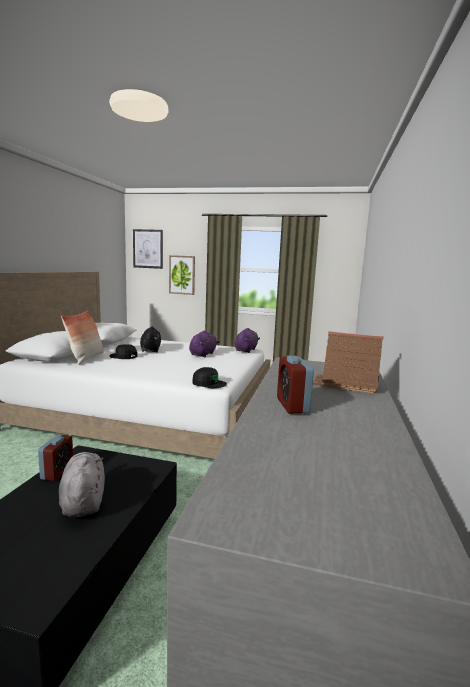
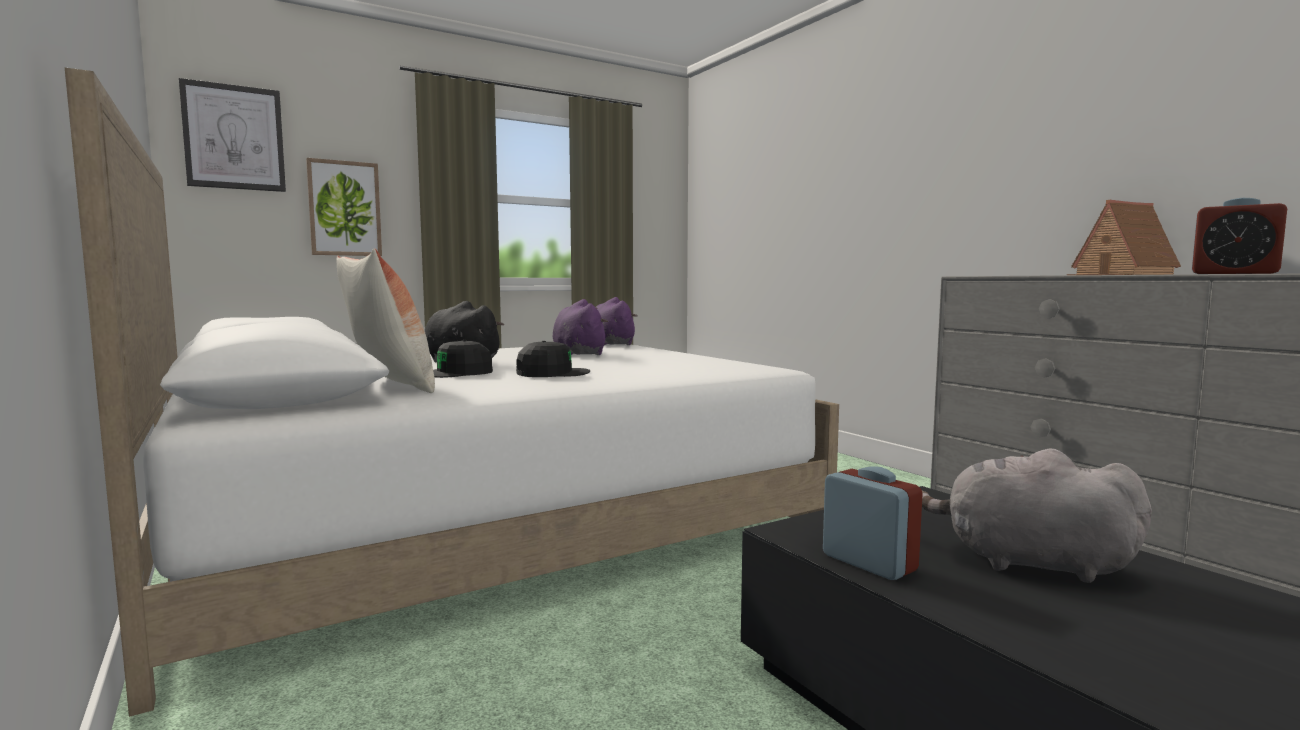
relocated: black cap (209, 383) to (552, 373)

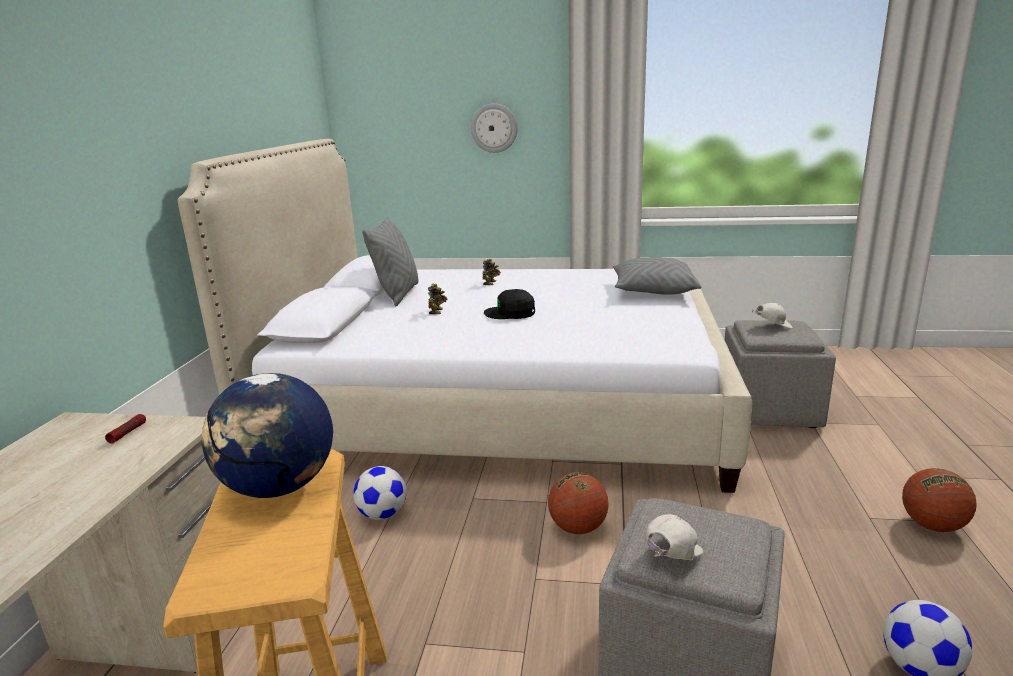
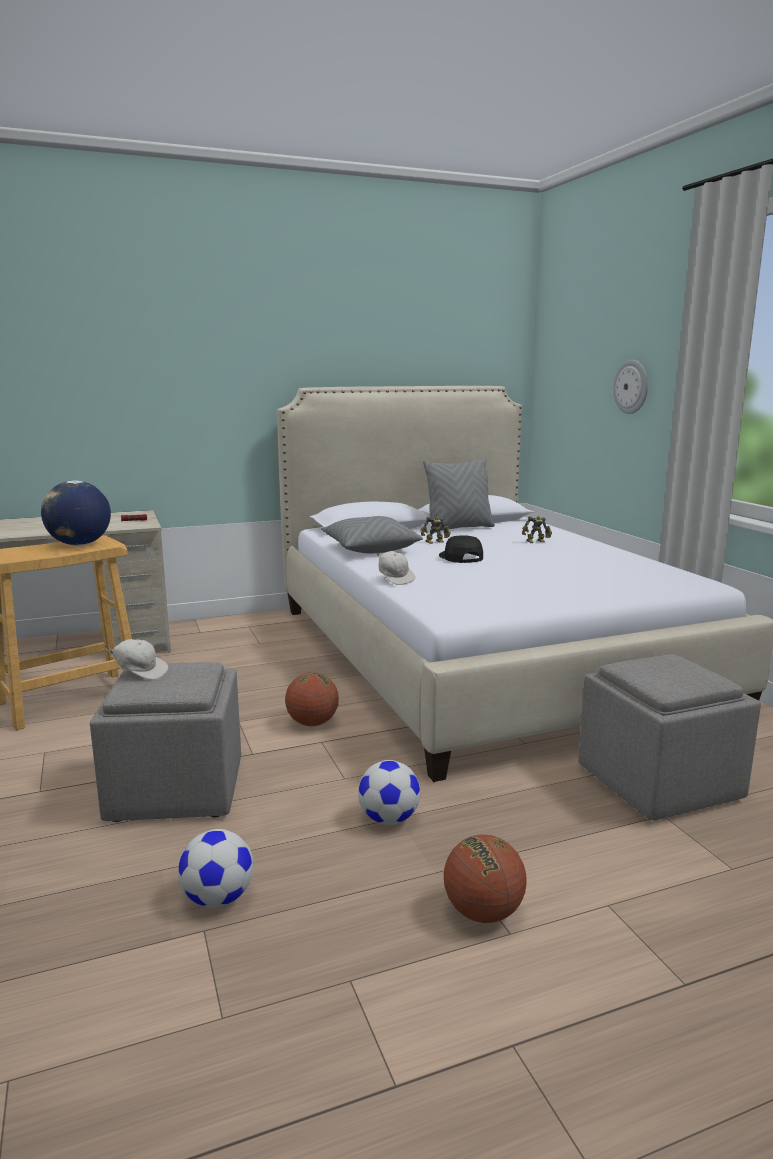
relocated: grey pillow (653, 291) to (369, 549); football (382, 514) to (389, 819); white cap (772, 326) to (395, 579)

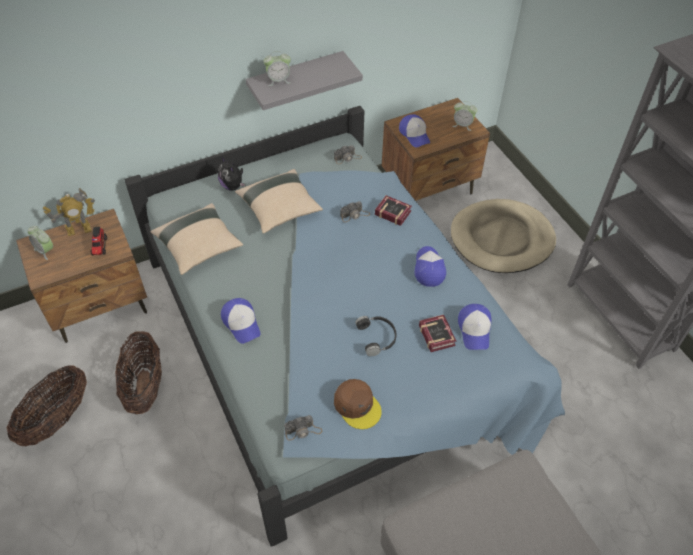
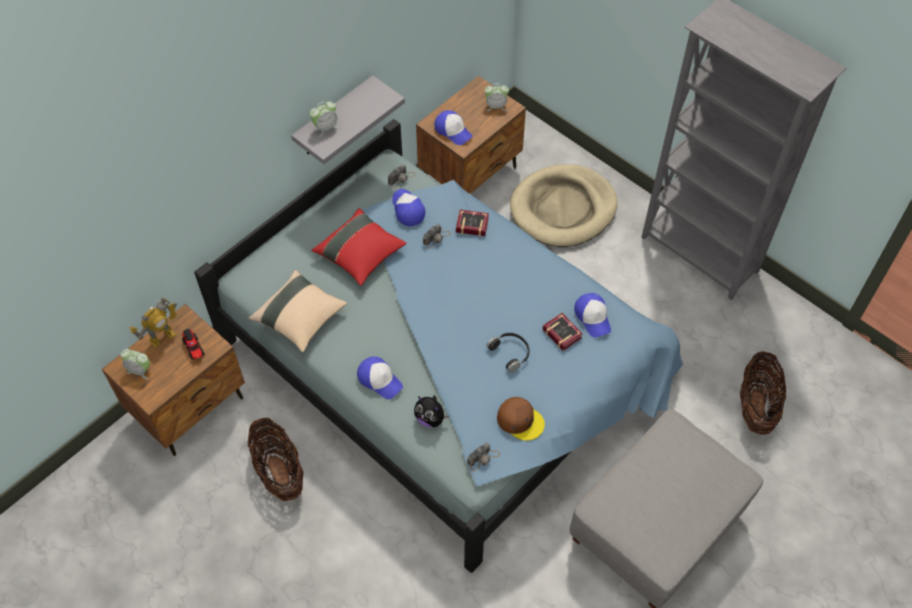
relocated: cap (428, 268) to (407, 209); plush toy (233, 186) to (430, 418); basket (57, 419) to (756, 406)
colour: beige pillow (279, 210) to red pillow (360, 255)

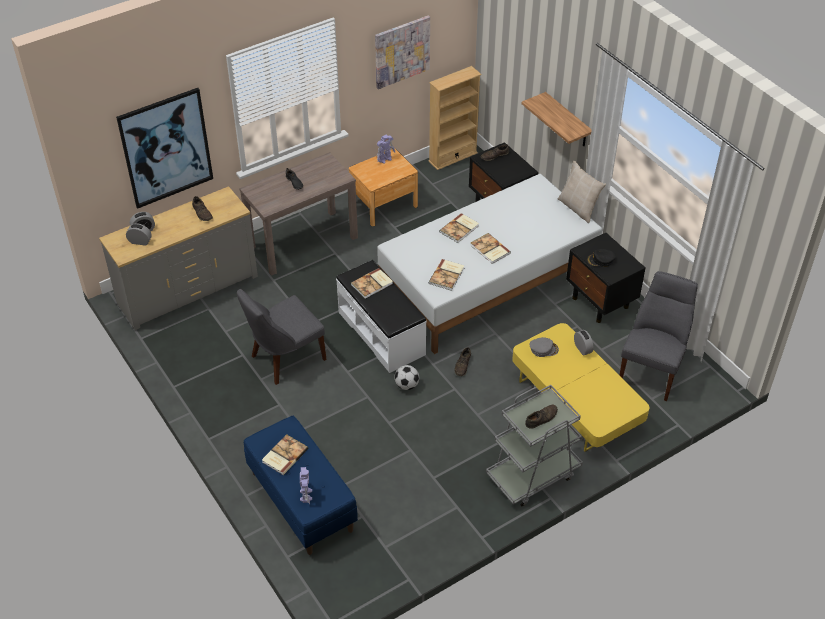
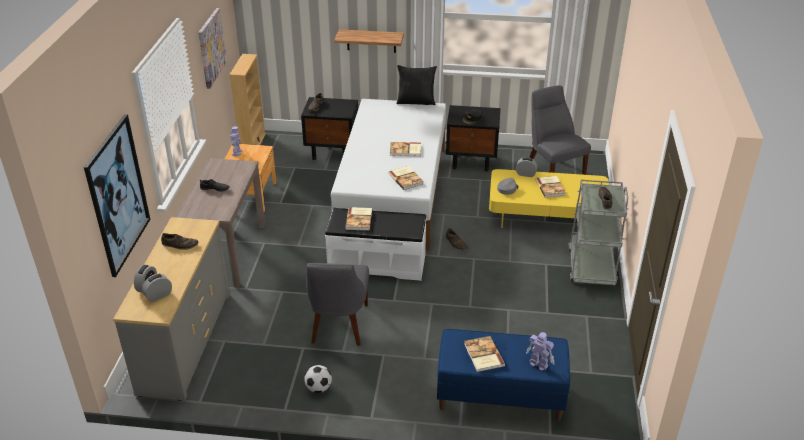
relocated: football (407, 385) to (319, 388); book (460, 229) to (551, 187)
colour: beige pillow (578, 208) to black pillow (416, 101)

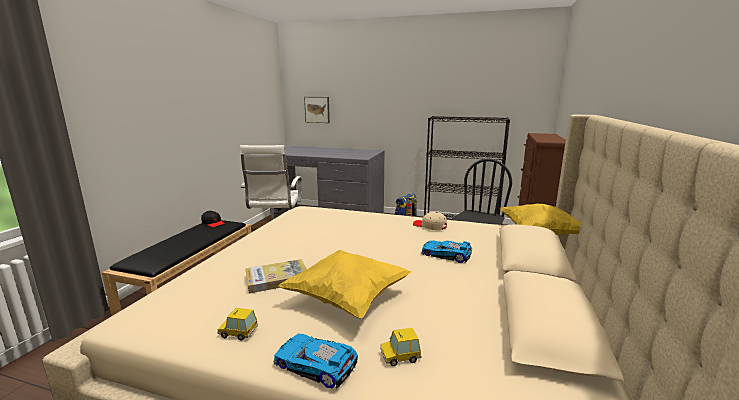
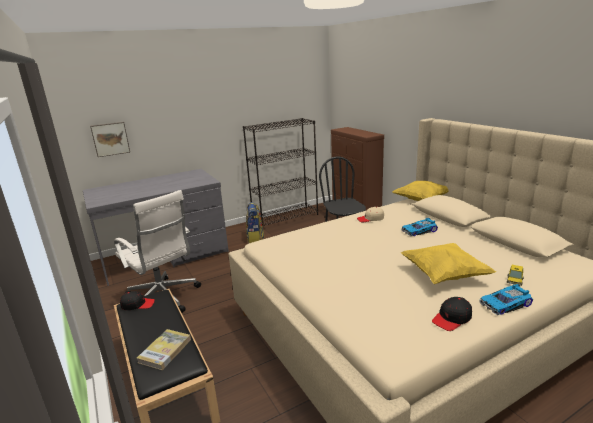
relocated: book (277, 278) to (165, 351)
exchanged: toy car (238, 332) to black cap (452, 319)

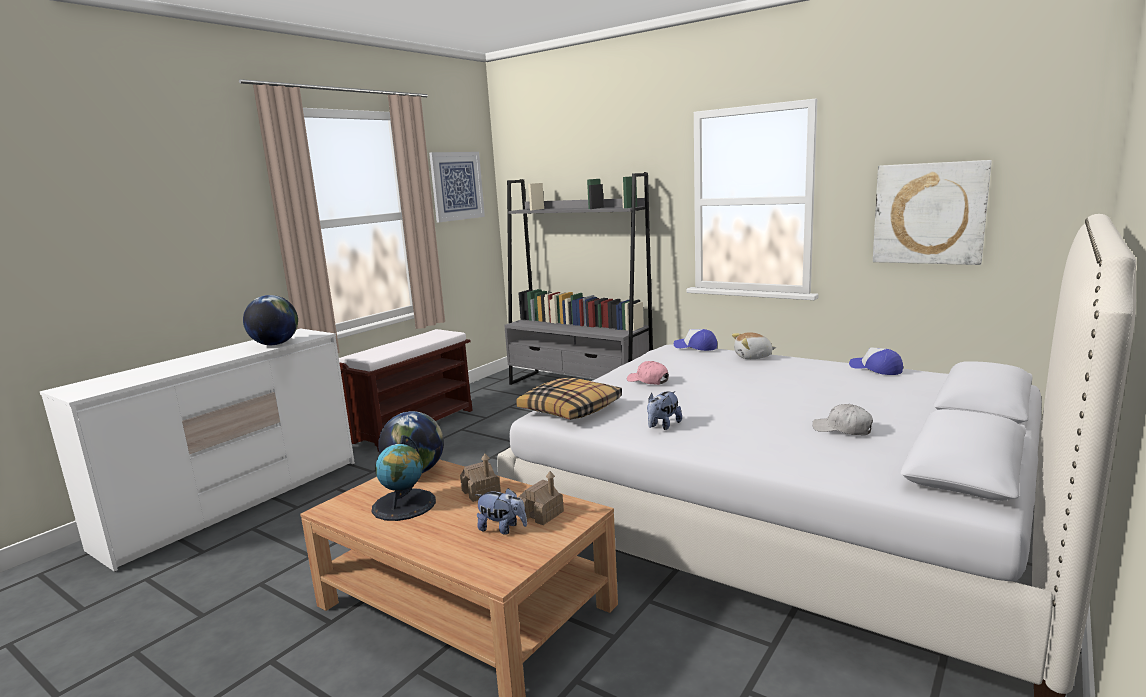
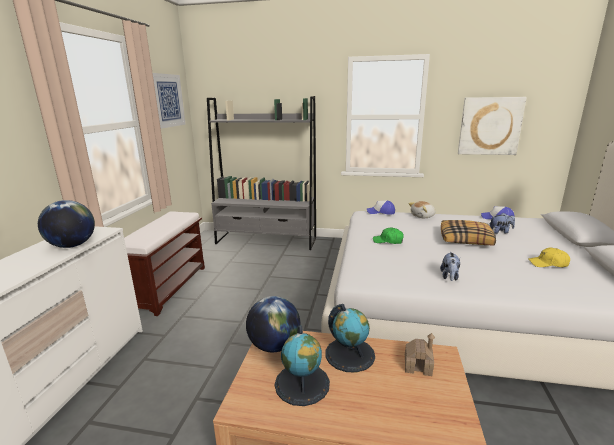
relocated: pillow (571, 410) to (466, 239); plush toy (502, 529) to (500, 232)
exchanged: toy house (481, 492) to globe (350, 354)
colour: pink cap (648, 381) to green cap (388, 241); white cap (842, 429) to yellow cap (548, 264)

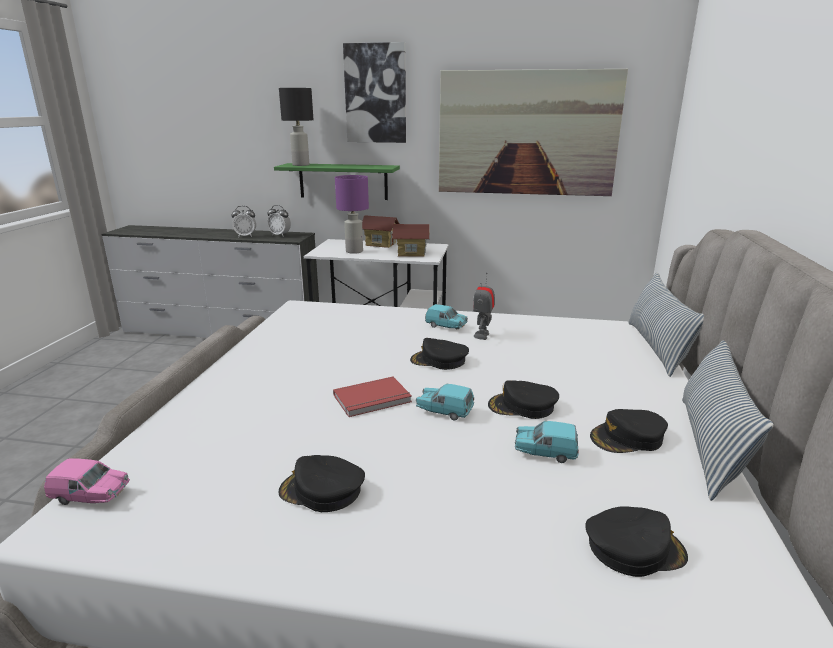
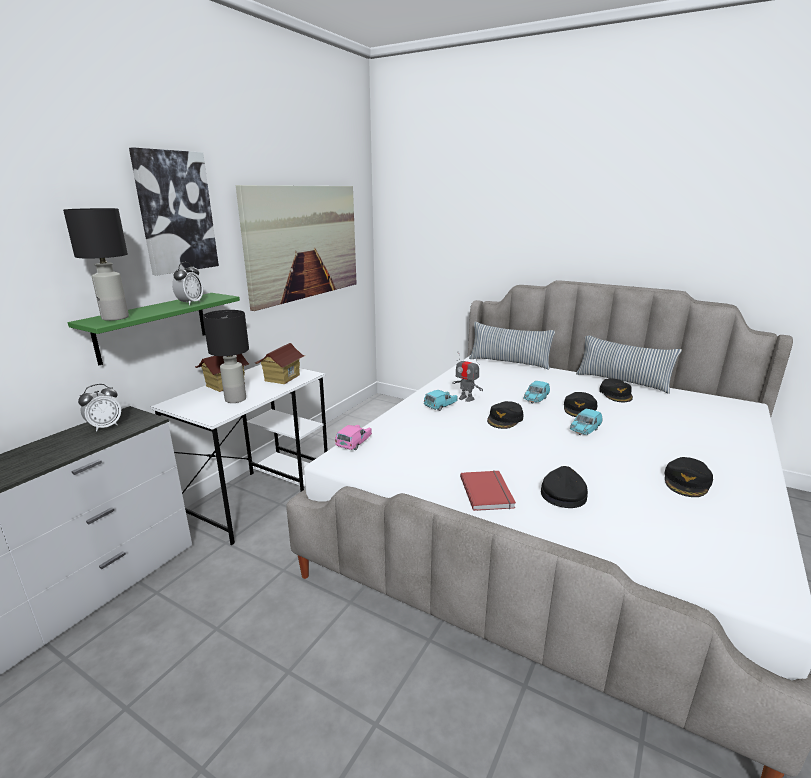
relocated: alarm clock (245, 236) to (190, 303); pink toy car (91, 496) to (354, 443); red book (373, 399) to (488, 492); turquoise toy car (545, 452) to (536, 399); black cap (633, 547) to (562, 493)
colour: purple table lamp (354, 251) to black table lamp (235, 399)

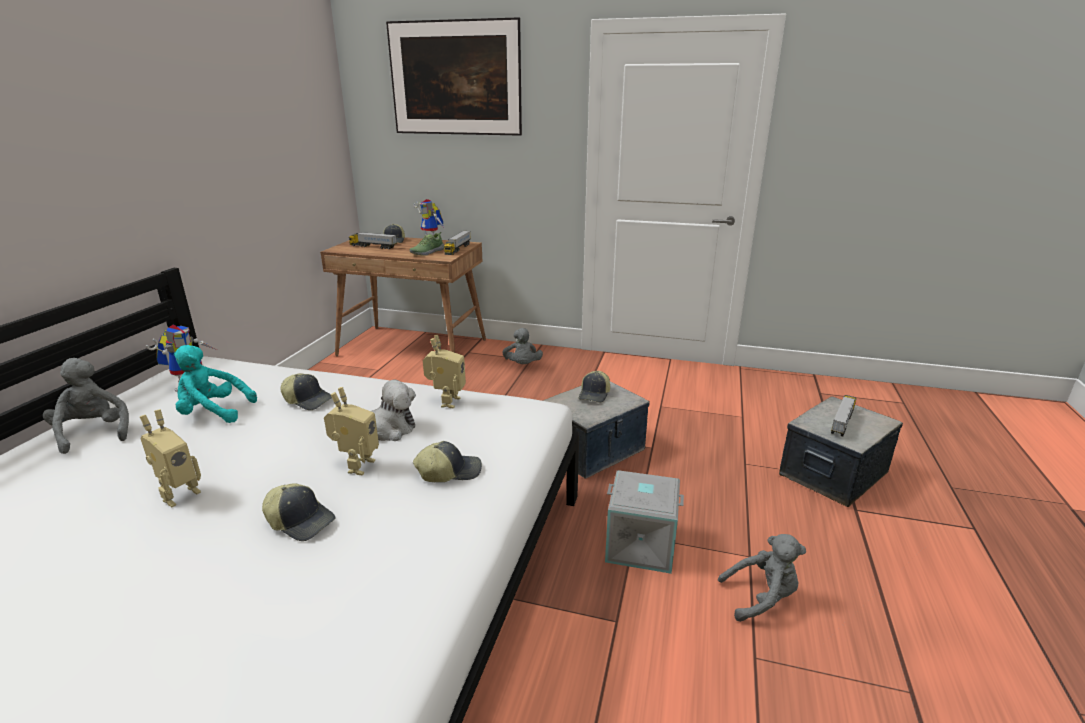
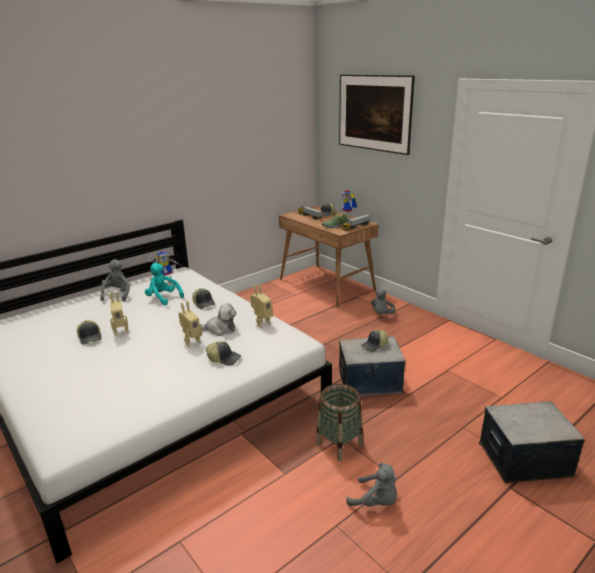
missing: toy truck (842, 422)
relocated: cap (301, 521) to (90, 337)
exchanged: grey storage box (641, 544) to basket (339, 444)

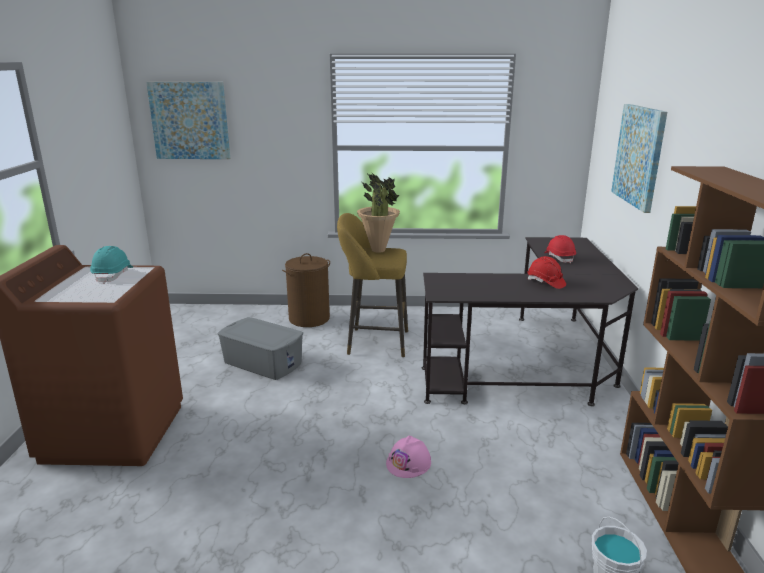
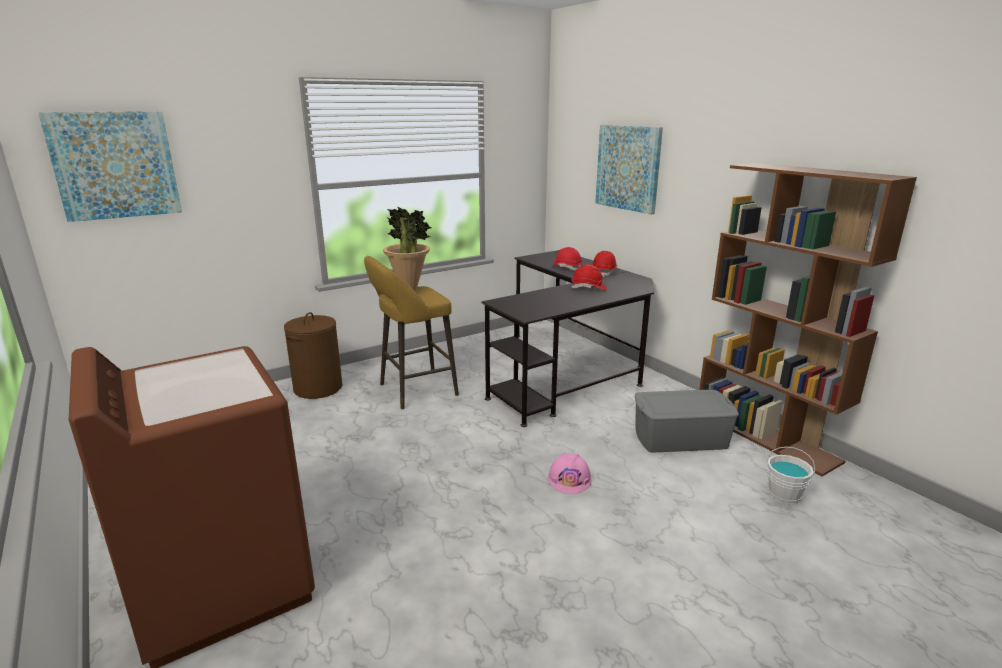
missing: turquoise hard hat (113, 275)
appeared: red hard hat (604, 272)
relocated: grey storage box (263, 362) to (680, 438)

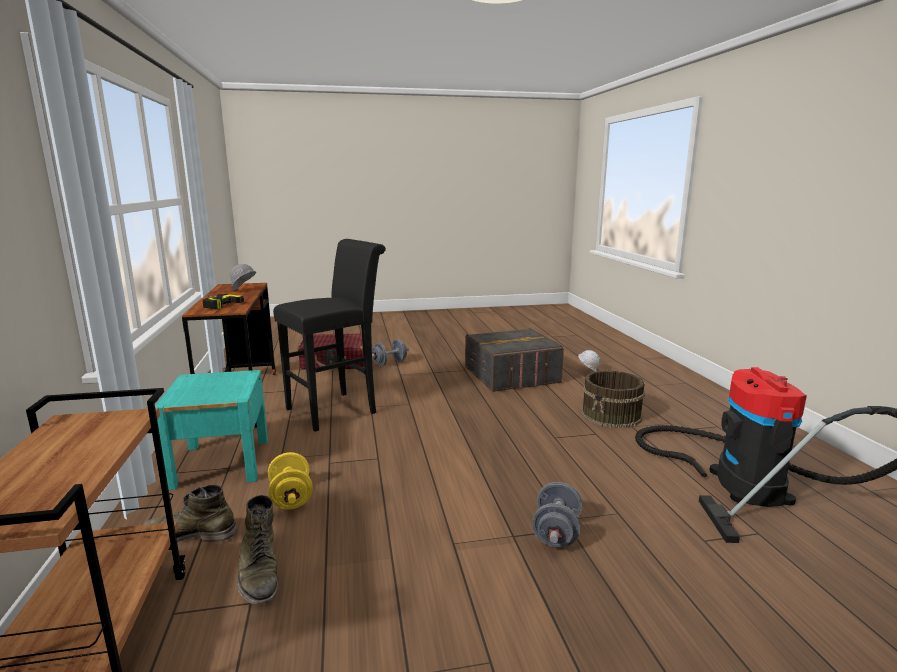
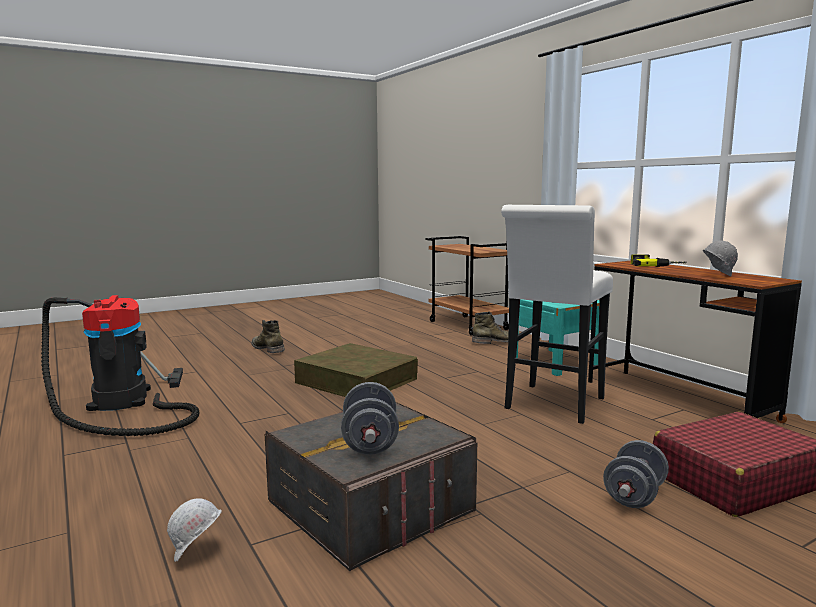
missing: yellow dumbbell (291, 498); brown bucket (611, 415)
appeared: brown storage box (356, 381)
relocated: green boot (259, 572) to (268, 348); grey dumbbell (556, 533) to (370, 442)
colour: black stool (337, 409) to white stool (552, 406)

